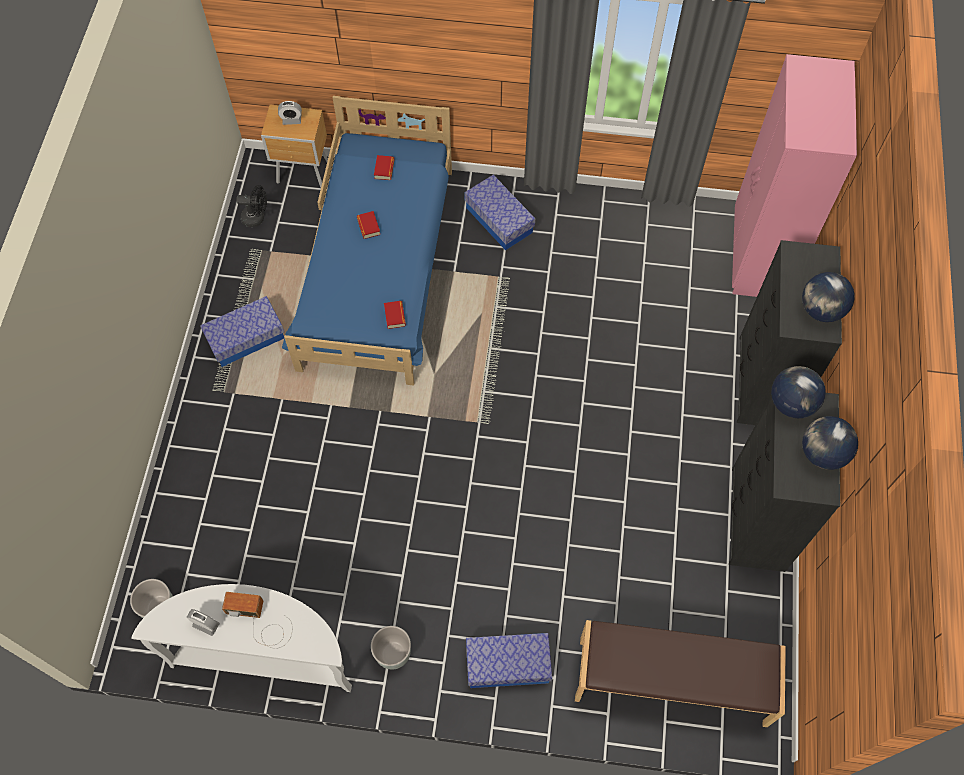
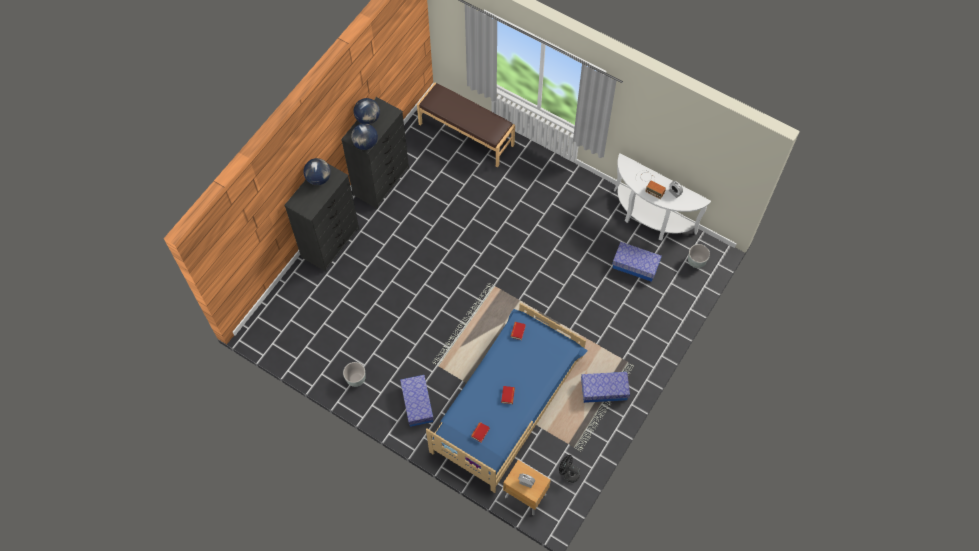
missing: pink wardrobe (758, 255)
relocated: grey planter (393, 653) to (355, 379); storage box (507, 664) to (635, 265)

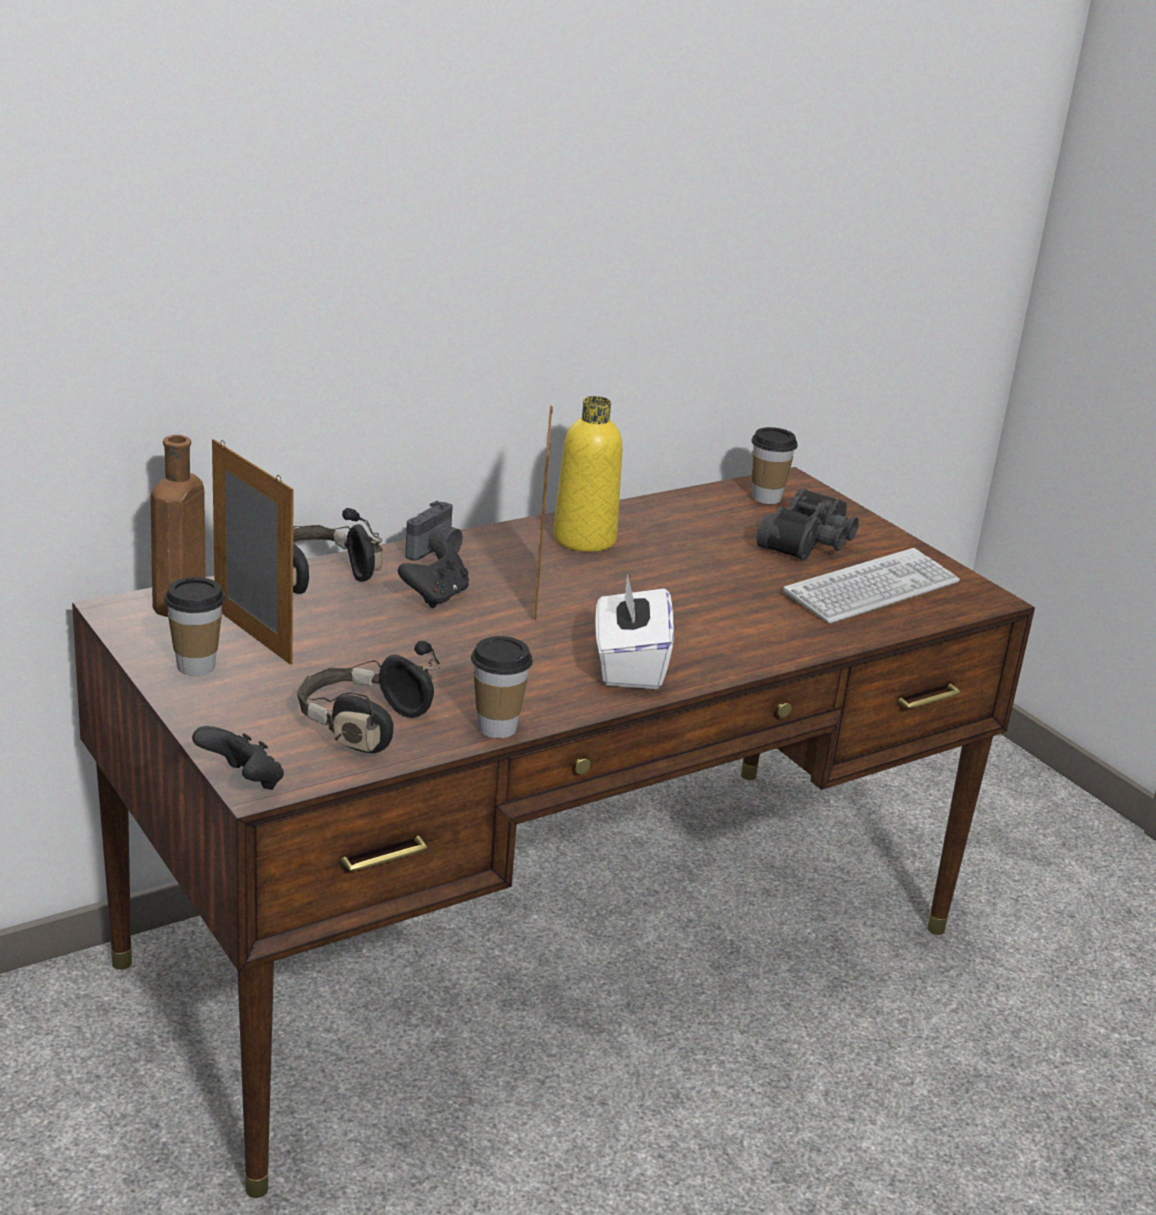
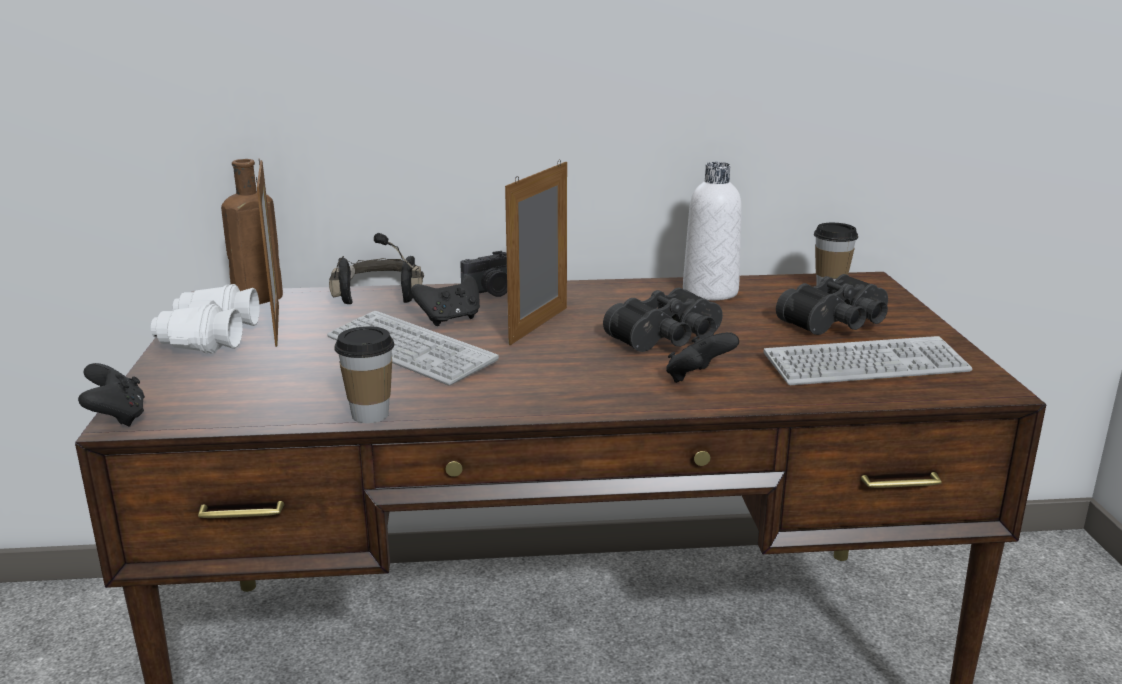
missing: black headphones (361, 724); yellow bottle (584, 539); white tissue box (629, 666)
appeared: keyboard (410, 350); black binoculars (670, 339); black game controller (697, 379); white bottle (710, 292)
exchanged: cup (196, 666) to white binoculars (208, 338)

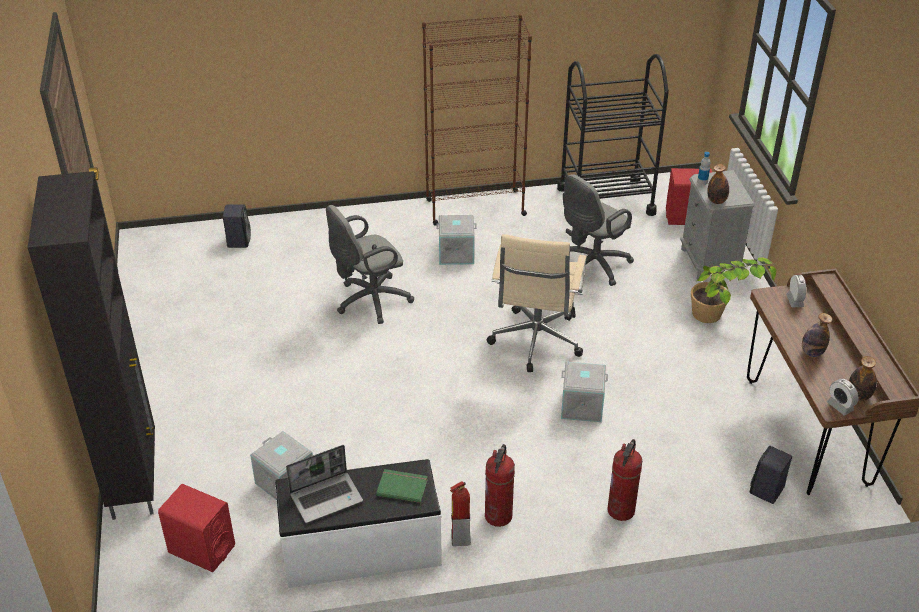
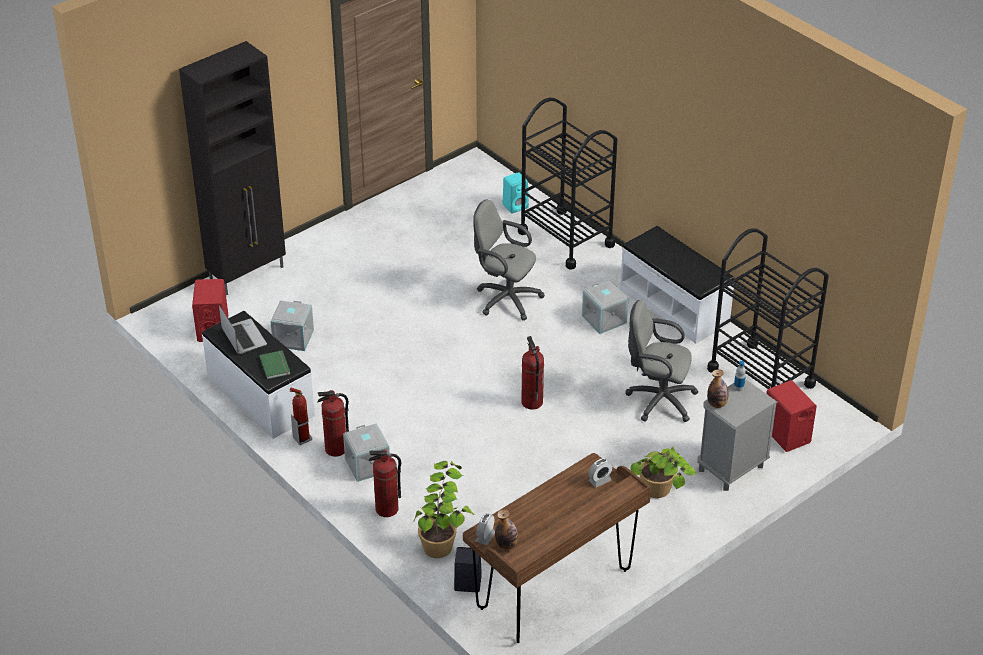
missing: bottle (812, 352)
appeared: potted plant (443, 536); black cart (566, 238)
relocated: grey storage box (581, 406) to (366, 465)
exchanged: beige office chair (535, 343) to fire extinguisher (532, 402); brown bookcase (475, 207) to white bench (674, 306)
colour: black speaker (238, 240) to turquoise speaker (516, 206)
spun: laptop (327, 497) = (243, 337) 150 degrees counterclockwise

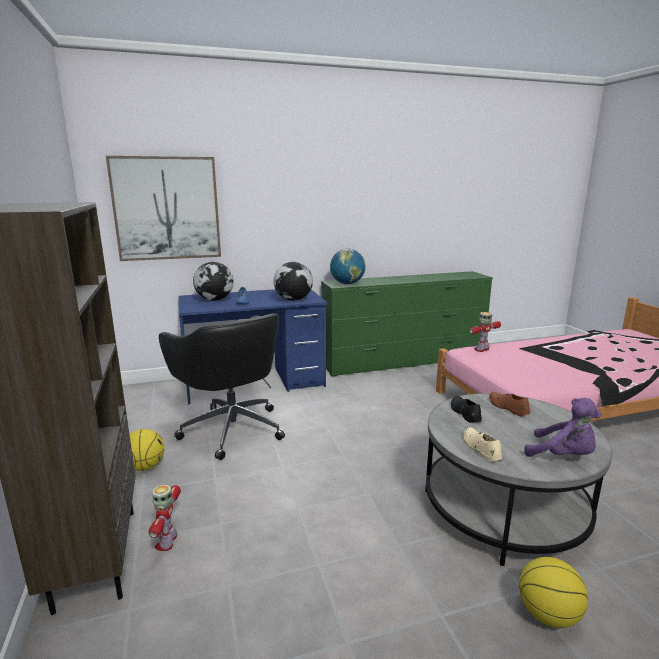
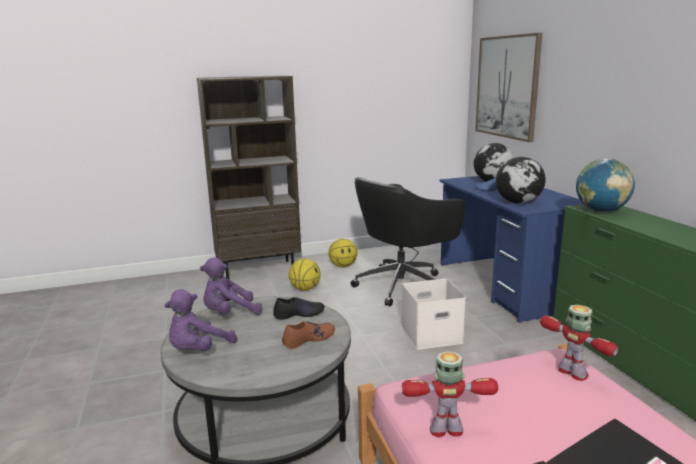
appeared: white storage box (432, 334)
relocated: basketball (547, 614) to (305, 289); toy robot (167, 541) to (447, 430)
exchanged: beige shoe (480, 448) to purple plush toy (229, 313)

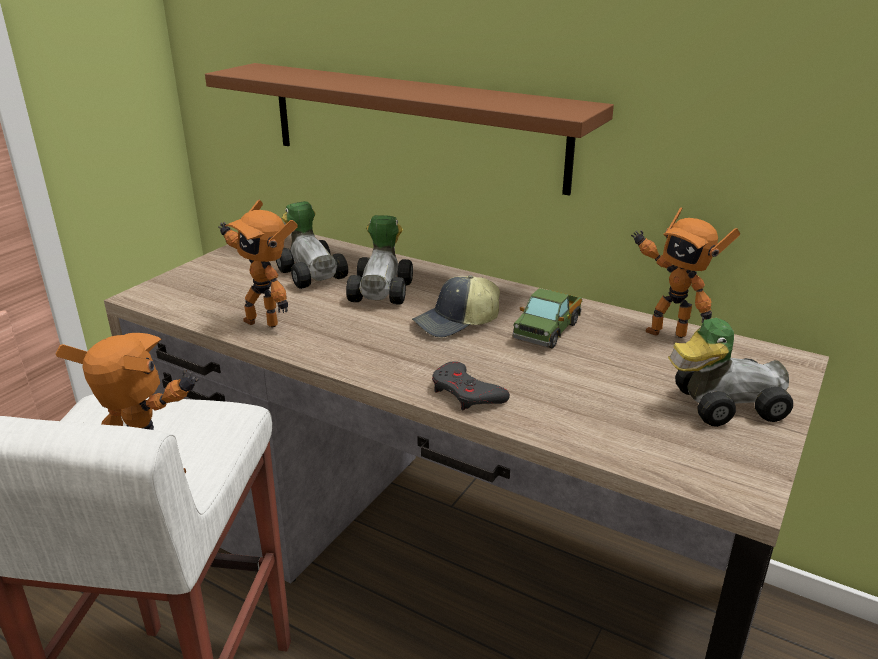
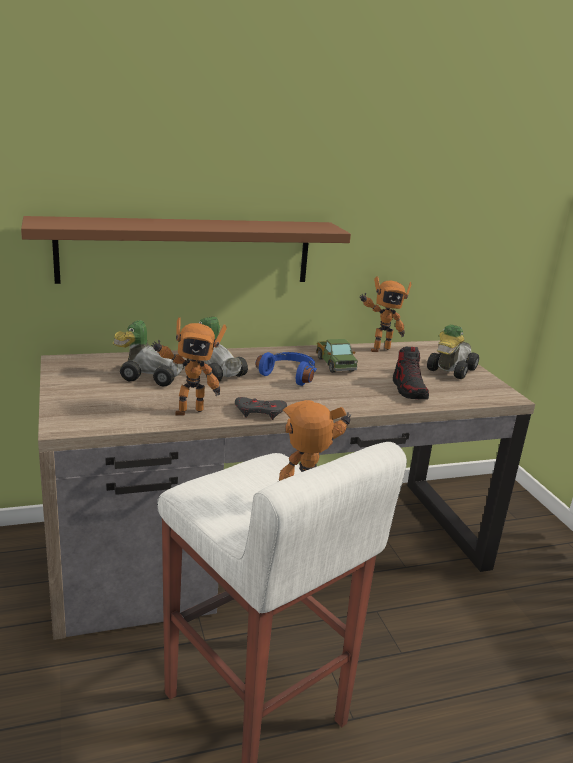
appeared: shoe (409, 389)
relocated: grey game controller (466, 393) to (260, 412)
exchanged: cap (457, 323) to blue headphones (289, 375)

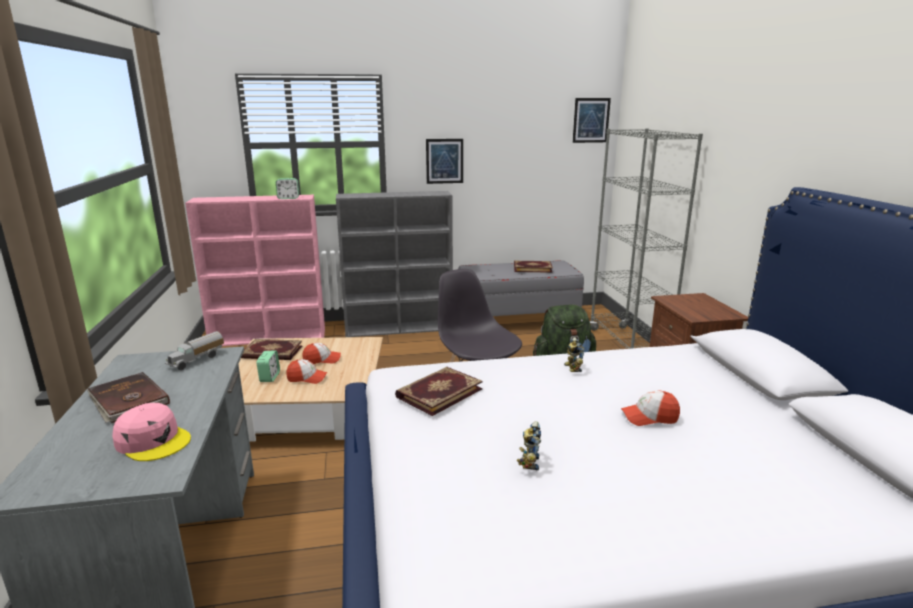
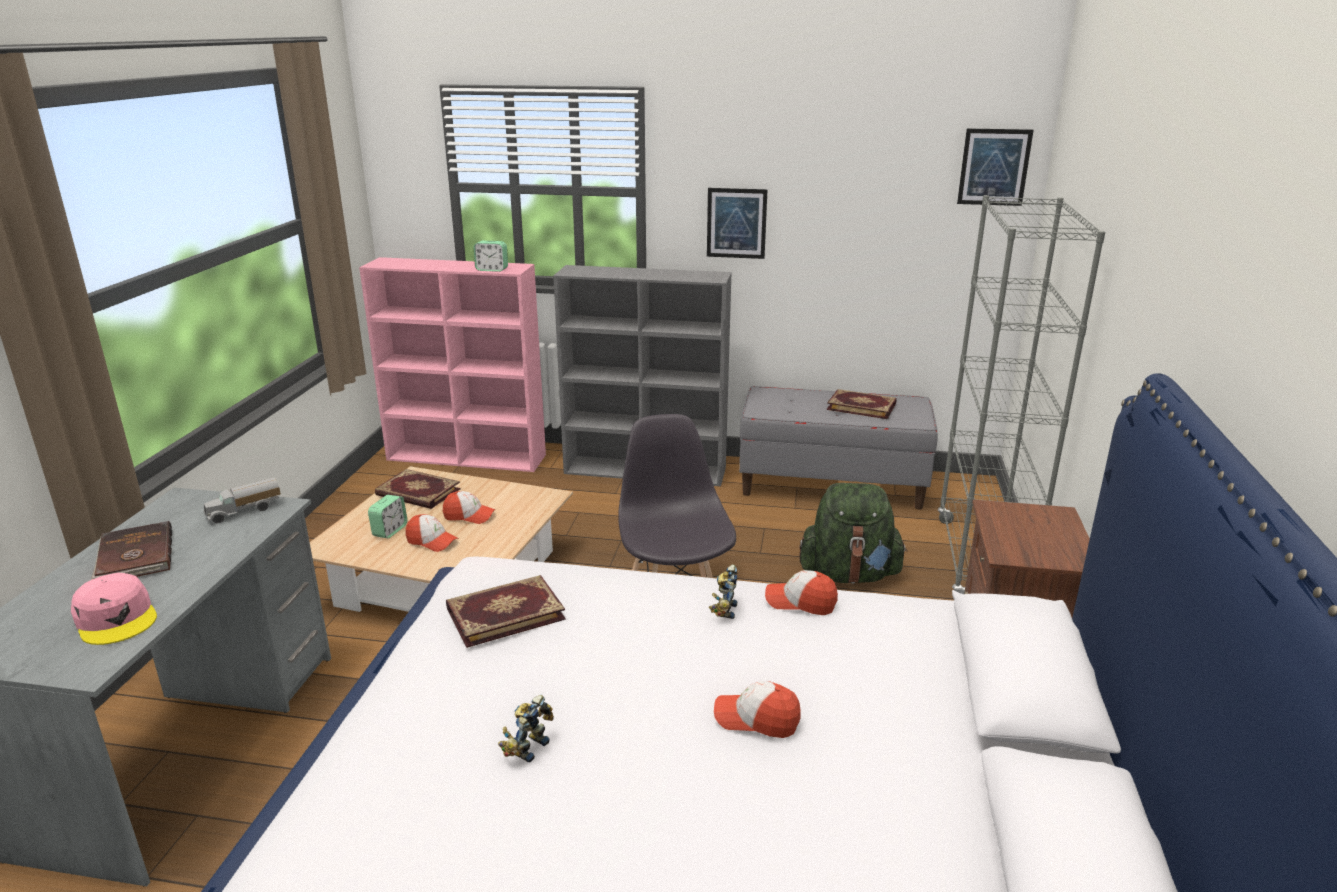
appeared: cap (800, 602)

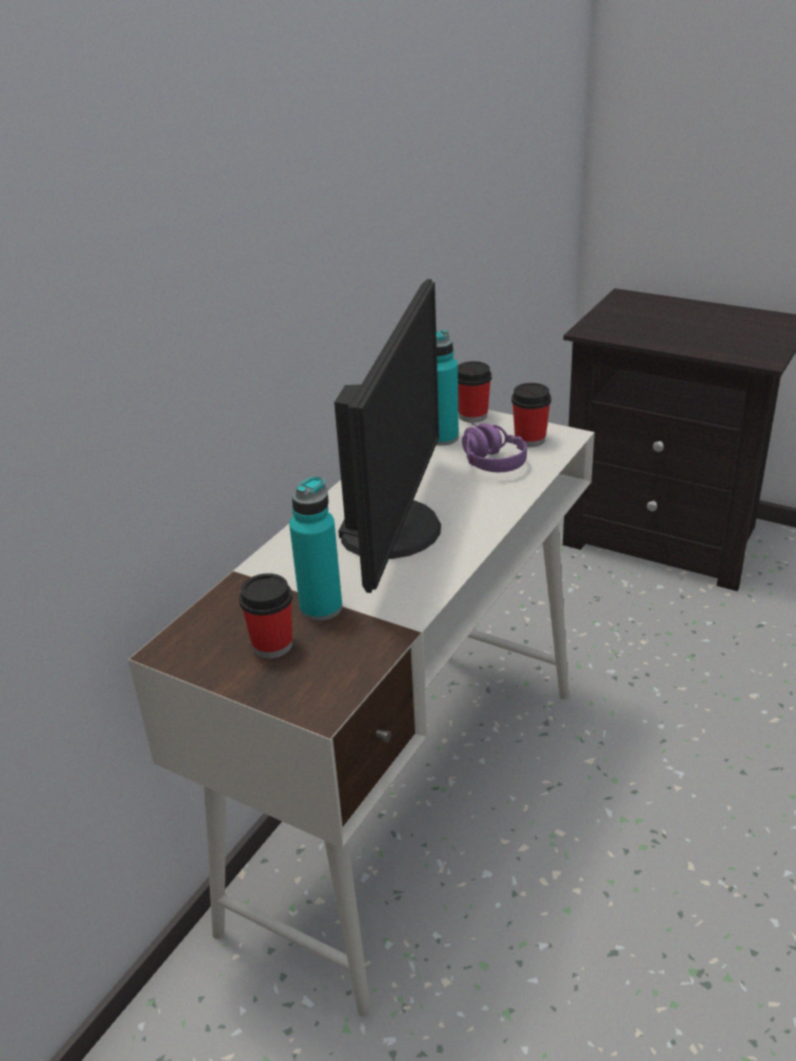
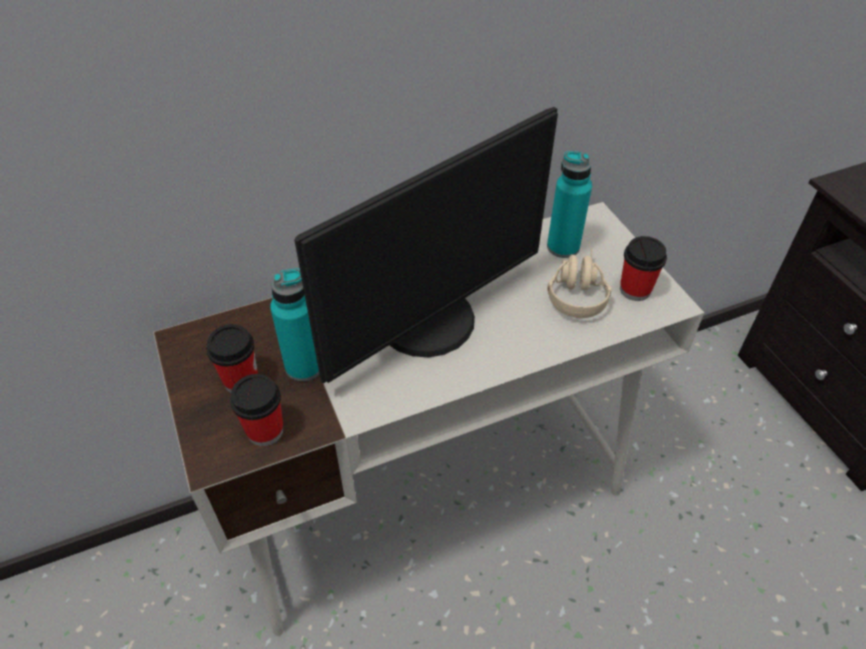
relocated: cup (473, 416) to (265, 430)
colour: purple headphones (486, 458) to beige headphones (576, 290)

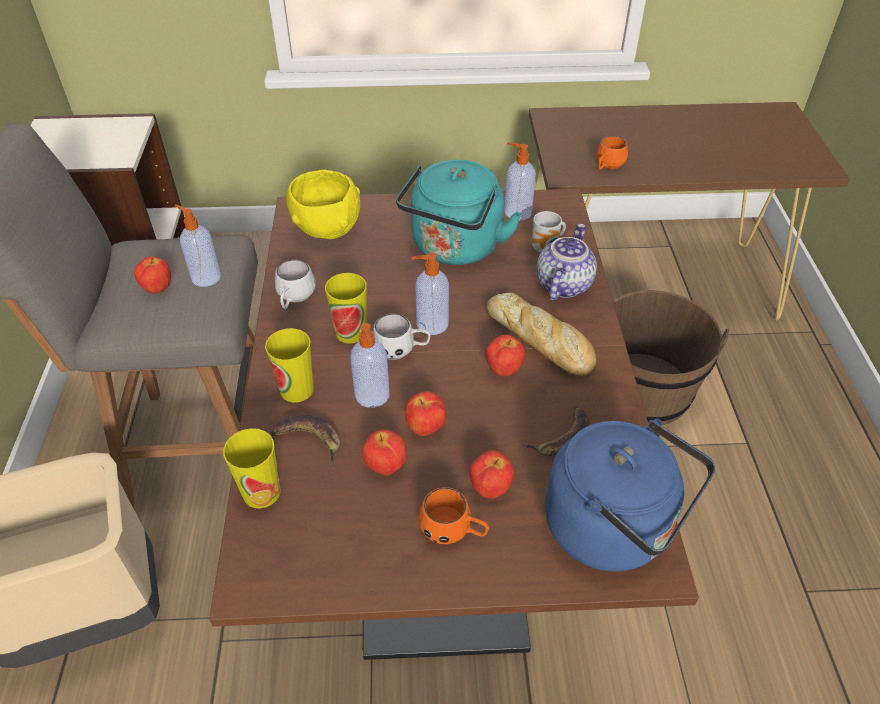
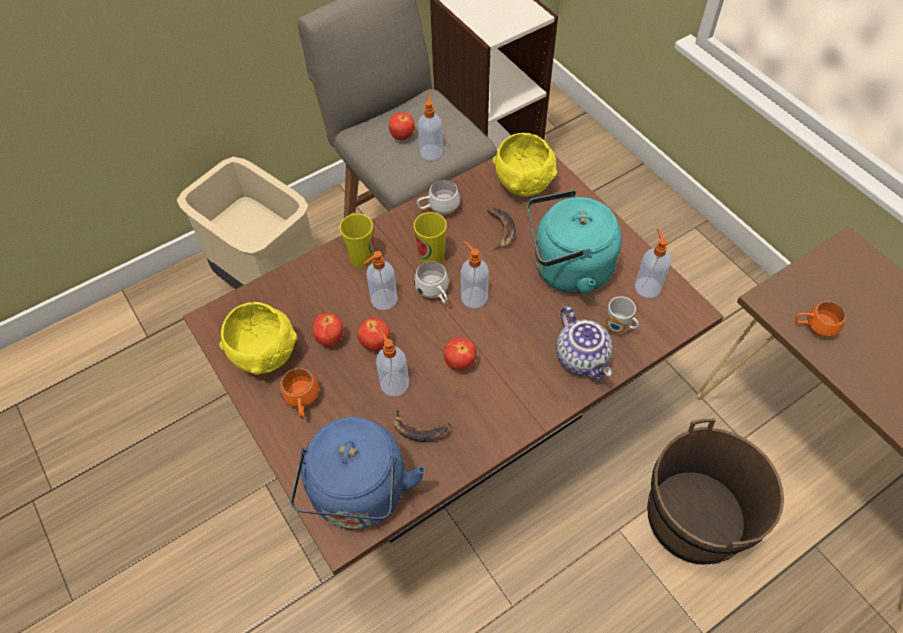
missing: cup (261, 492); apple (490, 488); bread (540, 341)
appeared: yellow bowl (264, 354); soap dispenser (394, 383)
relocated: banana (308, 440) to (499, 230)
spun: teapot (562, 284) = (583, 358) 75 degrees clockwise

